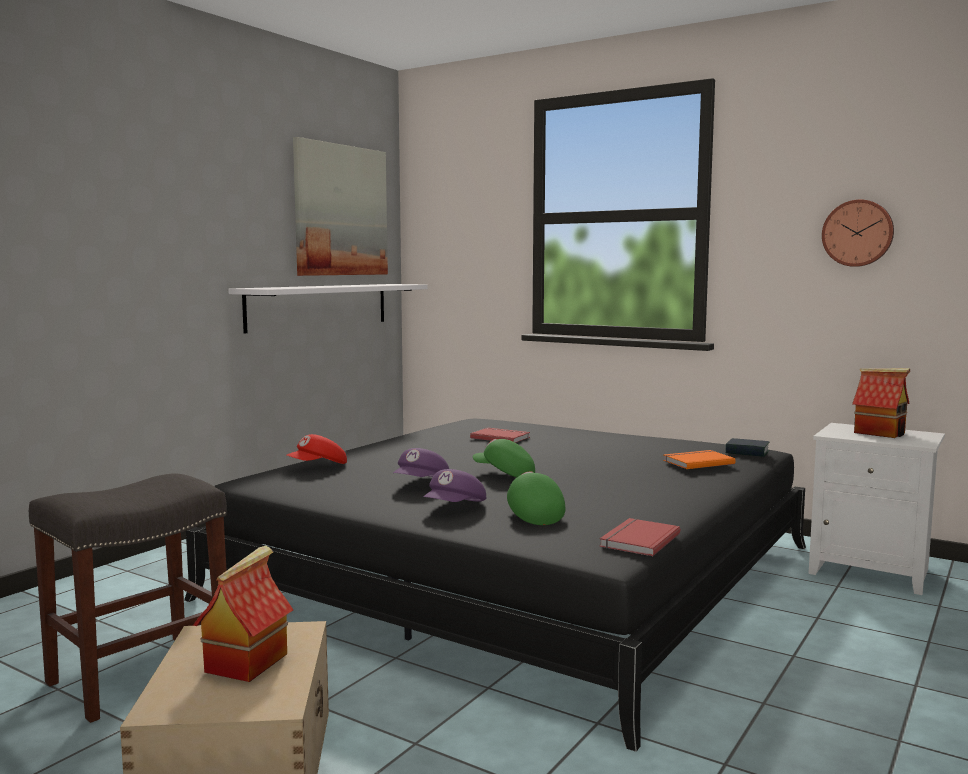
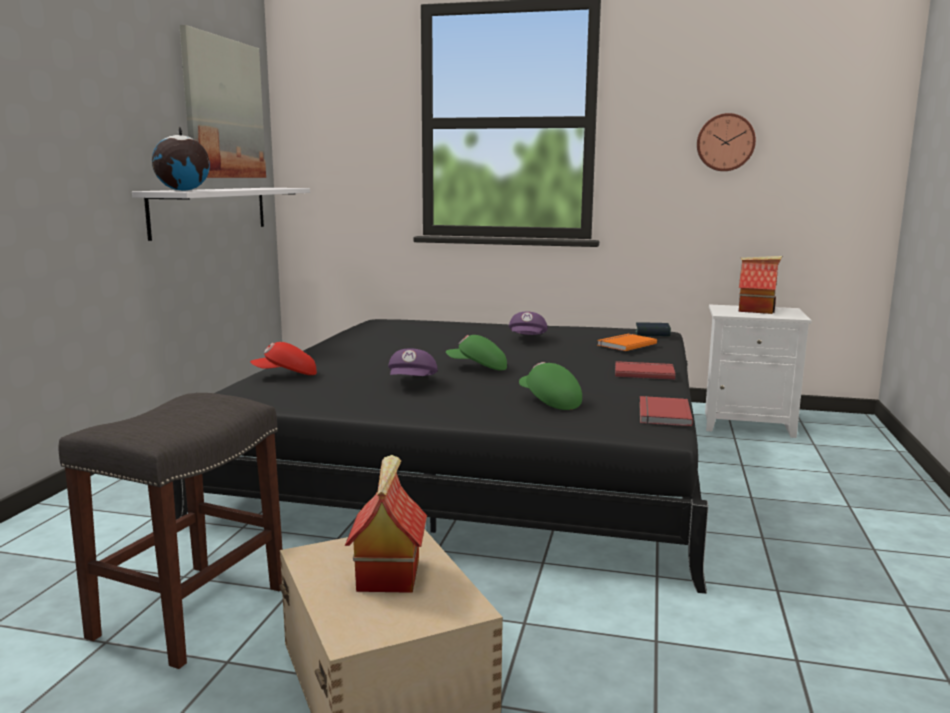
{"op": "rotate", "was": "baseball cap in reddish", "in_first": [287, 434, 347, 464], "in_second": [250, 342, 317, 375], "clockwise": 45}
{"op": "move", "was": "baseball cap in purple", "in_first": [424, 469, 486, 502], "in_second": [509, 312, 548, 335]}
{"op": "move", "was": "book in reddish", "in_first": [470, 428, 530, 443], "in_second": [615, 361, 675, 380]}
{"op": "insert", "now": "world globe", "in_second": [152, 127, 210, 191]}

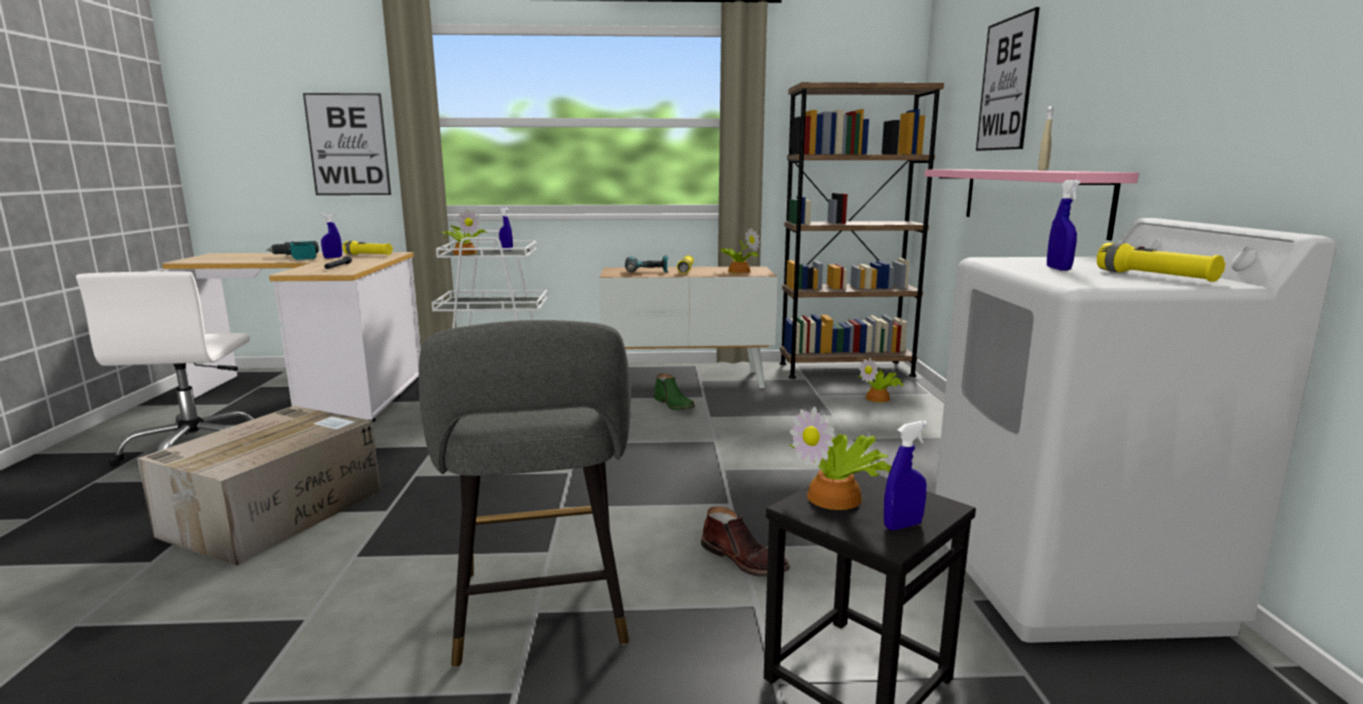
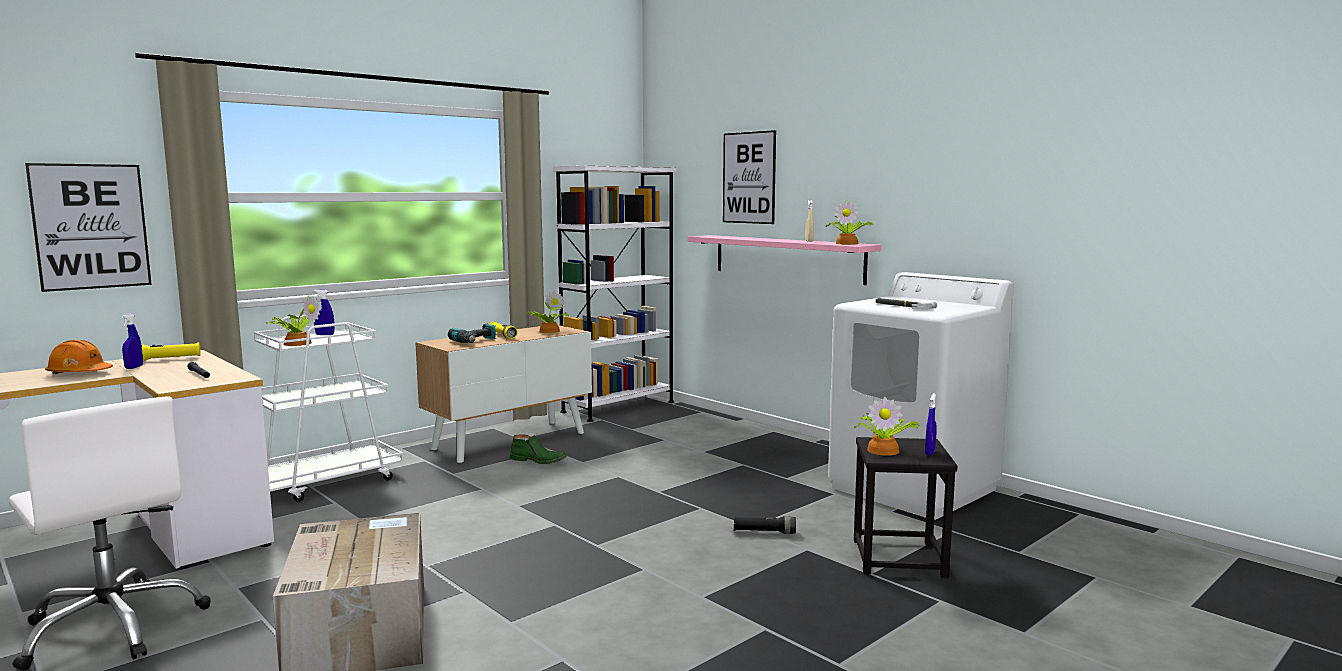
{"op": "replace", "was": "electric drill", "now": "work helmet in orange", "in_first": [266, 241, 319, 260], "in_second": [45, 340, 113, 374]}
{"op": "delete", "was": "sitting stool in gray", "in_first": [419, 320, 631, 668]}
{"op": "replace", "was": "high-top boot in brown", "now": "flashlight in black-coloured", "in_first": [701, 507, 790, 577], "in_second": [734, 516, 796, 534]}
{"op": "recolor", "was": "bookshelf in brown", "now": "bookshelf in white", "in_first": [780, 82, 944, 379], "in_second": [553, 166, 676, 422]}
{"op": "move", "was": "plant in a pot", "in_first": [858, 358, 904, 402], "in_second": [825, 200, 872, 245]}
{"op": "replace", "was": "sprayer in blue", "now": "tool hammer", "in_first": [1047, 180, 1080, 270], "in_second": [875, 298, 937, 310]}
{"op": "delete", "was": "flashlight in yellow", "in_first": [1097, 243, 1226, 282]}

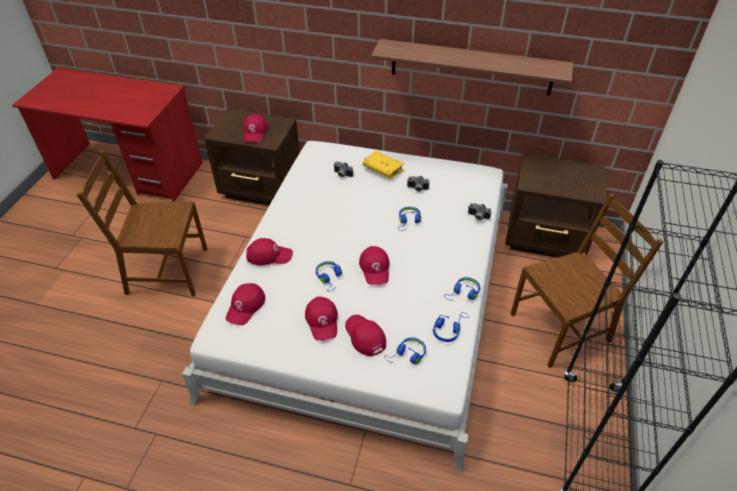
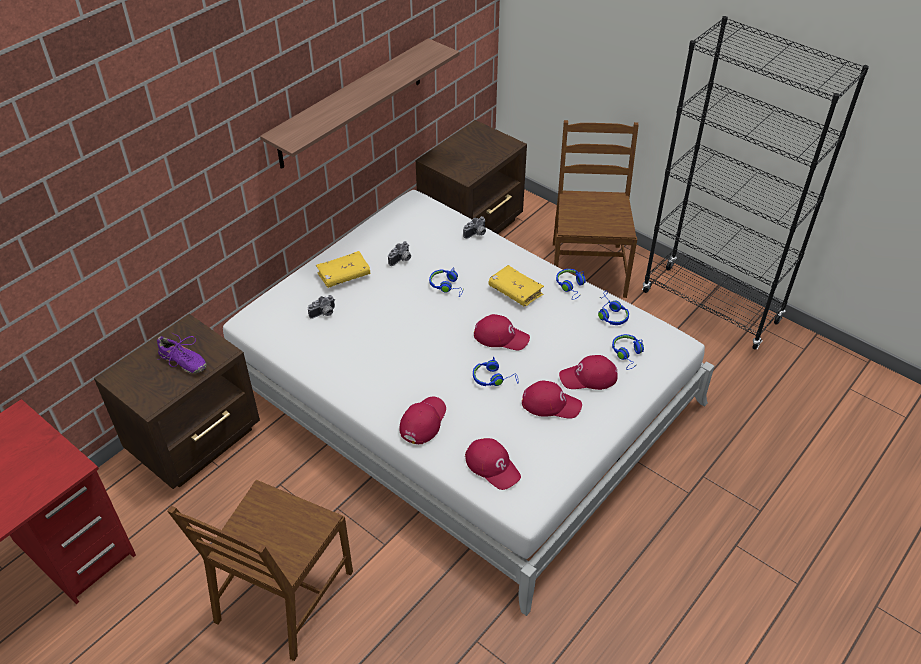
{"op": "replace", "was": "baseball cap in reddish", "now": "shoe in purple", "in_first": [243, 114, 268, 142], "in_second": [157, 332, 207, 373]}
{"op": "insert", "now": "book in yellow", "in_second": [488, 265, 544, 306]}

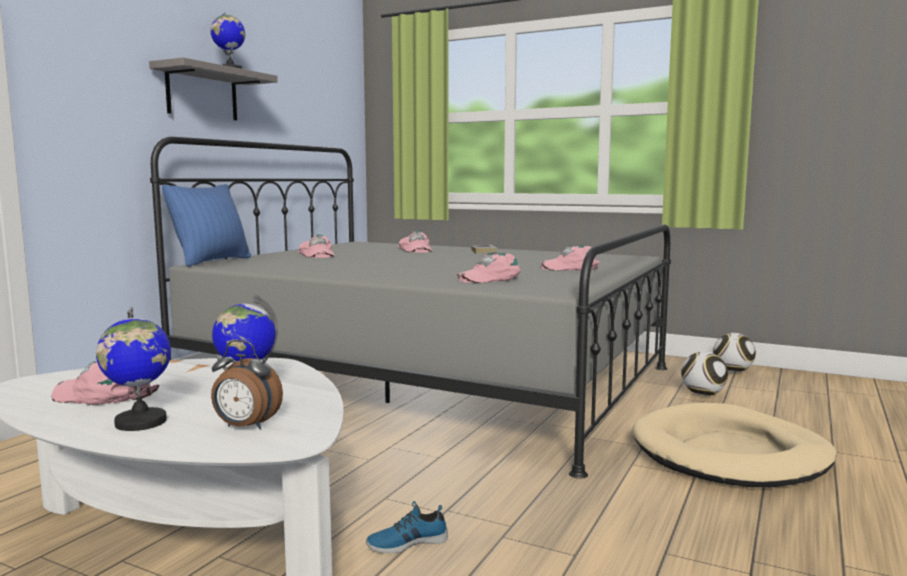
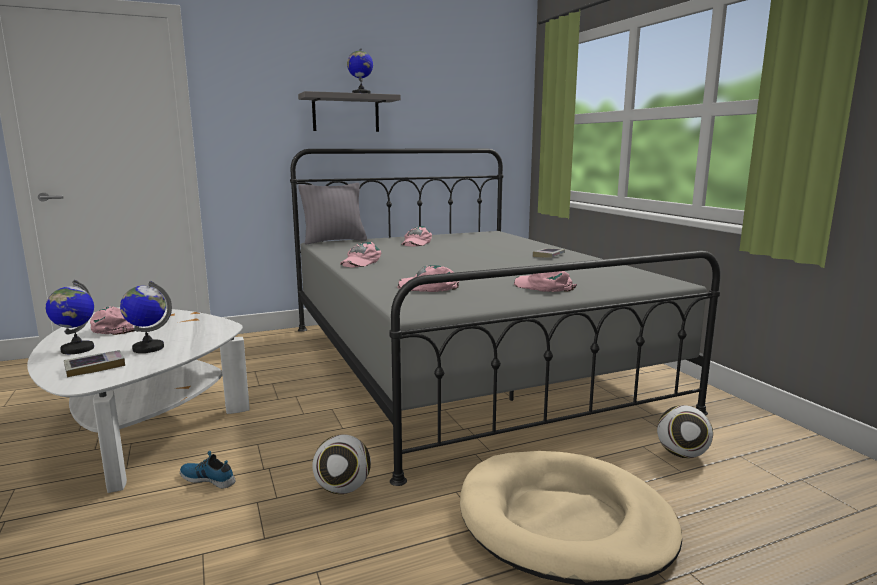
{"op": "recolor", "was": "pillow in blue", "now": "pillow in gray", "in_first": [162, 184, 251, 267], "in_second": [298, 183, 367, 244]}
{"op": "replace", "was": "table clock", "now": "book", "in_first": [211, 340, 283, 430], "in_second": [64, 350, 125, 377]}
{"op": "move", "was": "baseball cap in pink", "in_first": [398, 231, 432, 253], "in_second": [340, 242, 381, 267]}
{"op": "move", "was": "football", "in_first": [713, 333, 756, 372], "in_second": [313, 434, 371, 494]}

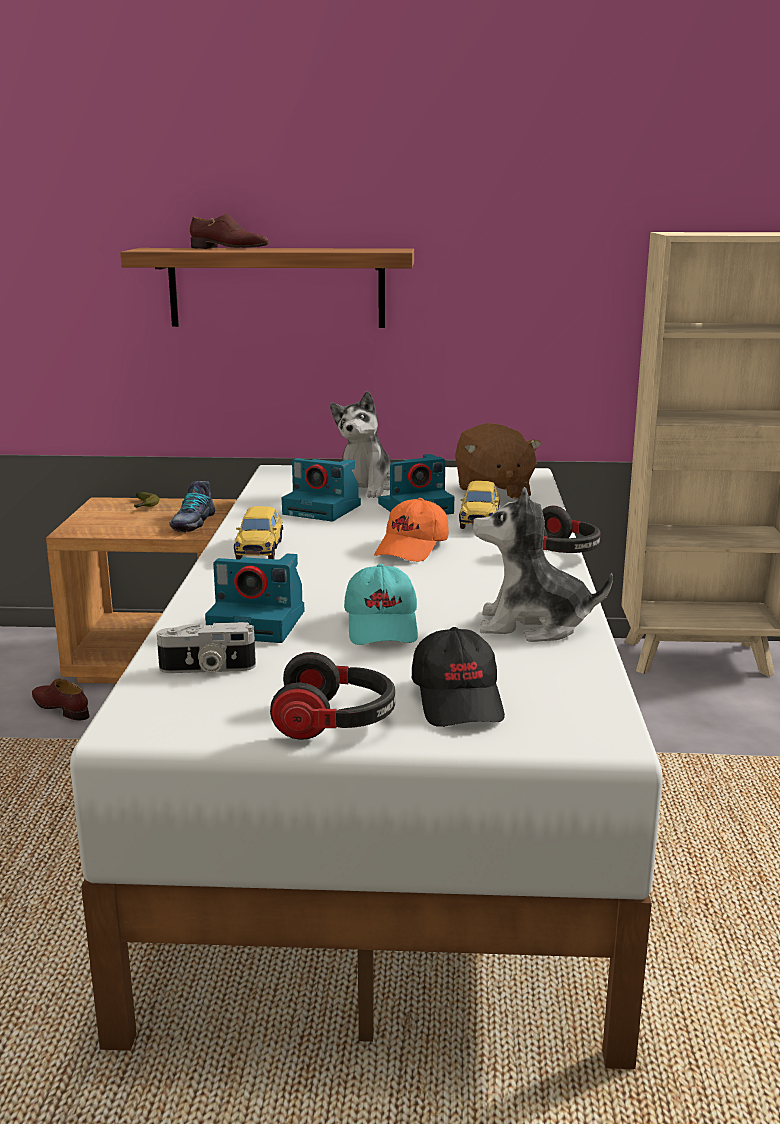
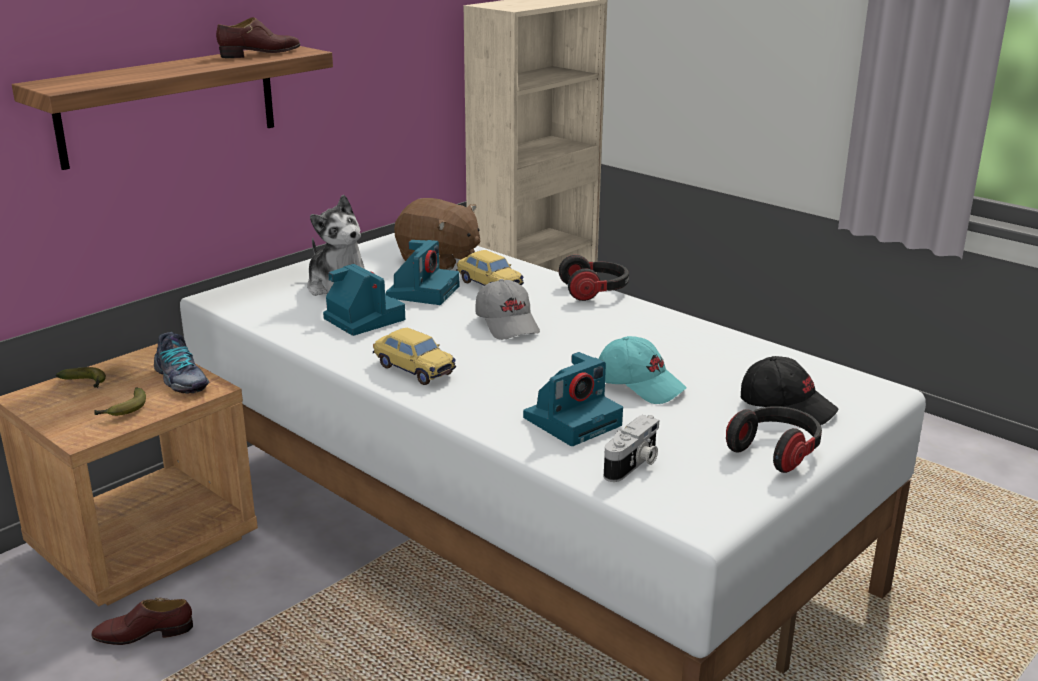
{"op": "move", "was": "shoe in brown", "in_first": [190, 213, 269, 249], "in_second": [216, 17, 300, 58]}
{"op": "rotate", "was": "photo camera", "in_first": [282, 458, 361, 521], "in_second": [323, 264, 405, 336], "clockwise": -105}
{"op": "recolor", "was": "baseball cap in orange", "now": "baseball cap in gray", "in_first": [374, 498, 449, 562], "in_second": [475, 279, 540, 340]}
{"op": "delete", "was": "plush toy", "in_first": [472, 487, 613, 642]}
{"op": "insert", "now": "banana", "in_second": [94, 388, 146, 416]}

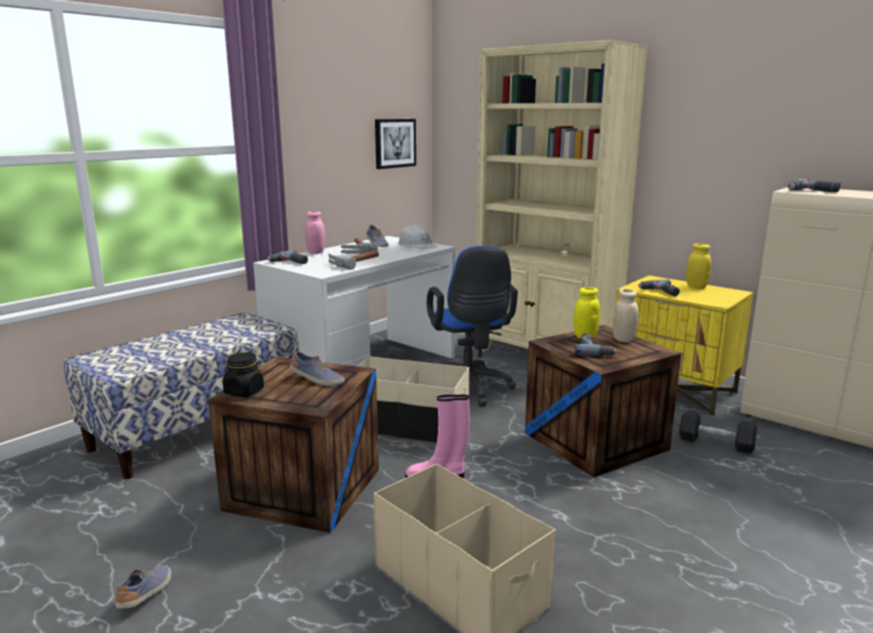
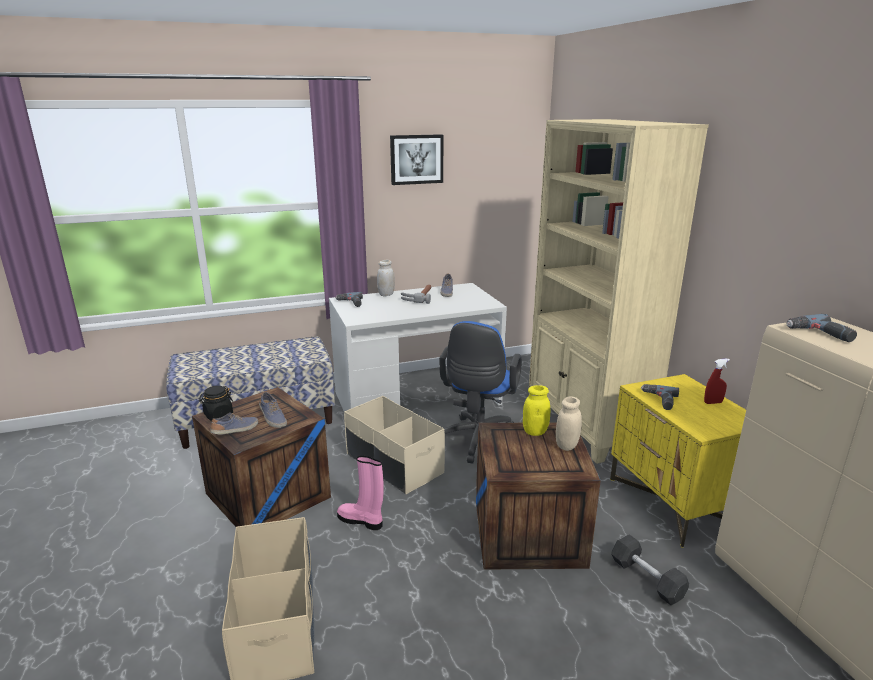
{"op": "move", "was": "shoe", "in_first": [115, 565, 172, 609], "in_second": [210, 413, 258, 434]}
{"op": "recolor", "was": "preserve jar in pink", "now": "preserve jar in white", "in_first": [306, 211, 325, 254], "in_second": [377, 260, 395, 297]}
{"op": "delete", "was": "tool hammer", "in_first": [328, 250, 379, 270]}
{"op": "move", "was": "wall art", "in_first": [375, 119, 416, 169], "in_second": [390, 134, 443, 185]}
{"op": "delete", "was": "work helmet in white", "in_first": [398, 224, 437, 249]}
{"op": "delete", "was": "electric drill", "in_first": [575, 333, 617, 356]}
{"op": "replace", "was": "preserve jar in yellow", "now": "sprayer in reddish", "in_first": [686, 243, 711, 289], "in_second": [704, 358, 730, 404]}

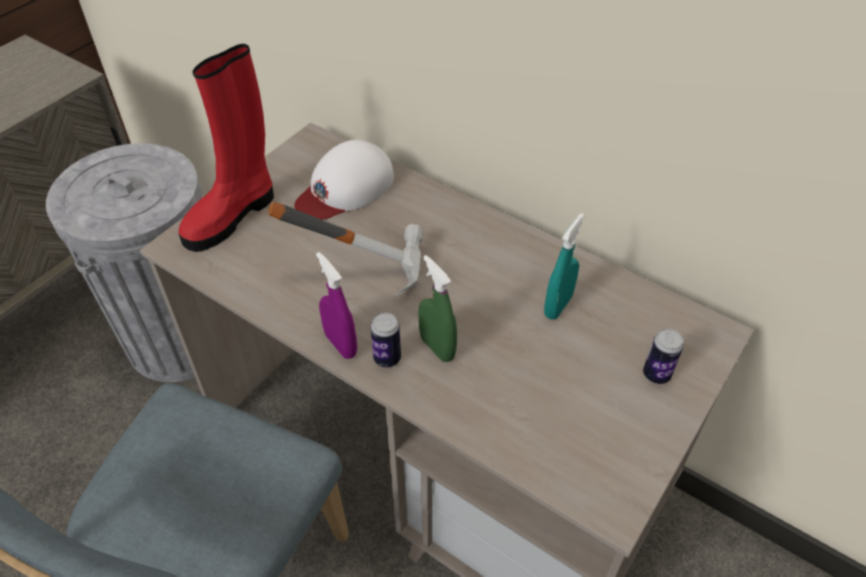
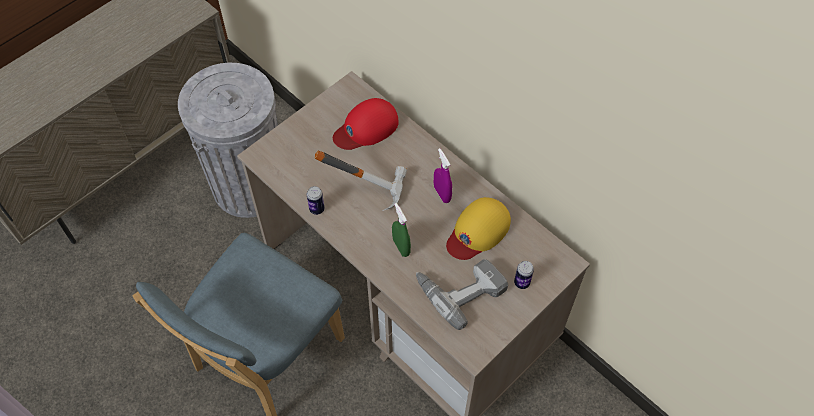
{"op": "delete", "was": "high-top boot in reddish", "in_first": [178, 44, 274, 252]}
{"op": "recolor", "was": "baseball cap in white", "now": "baseball cap in reddish", "in_first": [294, 140, 394, 220], "in_second": [333, 98, 399, 150]}
{"op": "move", "was": "sprayer in purple", "in_first": [316, 252, 357, 359], "in_second": [434, 148, 452, 203]}
{"op": "move", "was": "sealed can", "in_first": [370, 312, 401, 367], "in_second": [307, 186, 325, 215]}
{"op": "replace", "was": "sprayer in blue-green", "now": "baseball cap in yellow", "in_first": [544, 213, 584, 320], "in_second": [446, 197, 511, 260]}
{"op": "insert", "now": "electric drill", "in_second": [416, 259, 508, 330]}

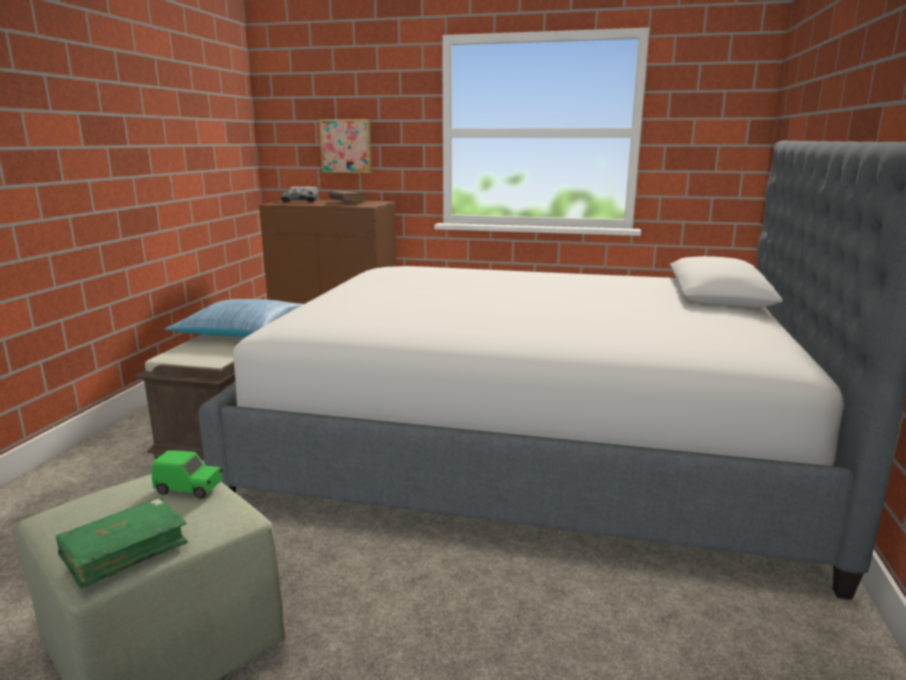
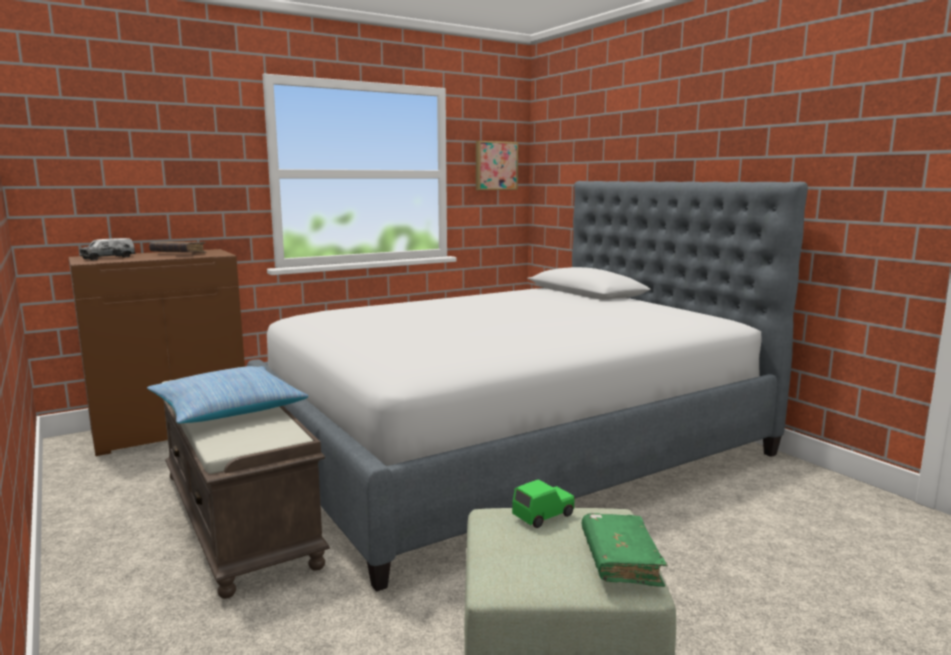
{"op": "move", "was": "wall art", "in_first": [319, 119, 372, 174], "in_second": [476, 141, 518, 190]}

